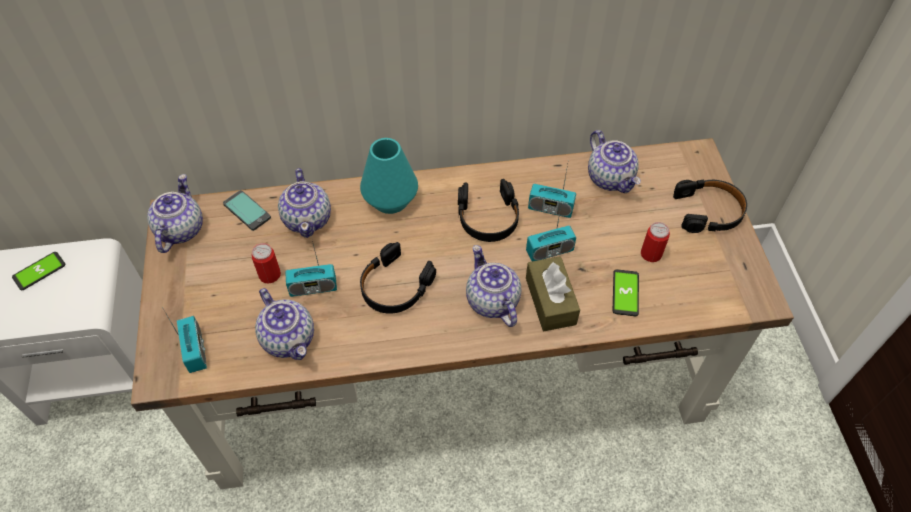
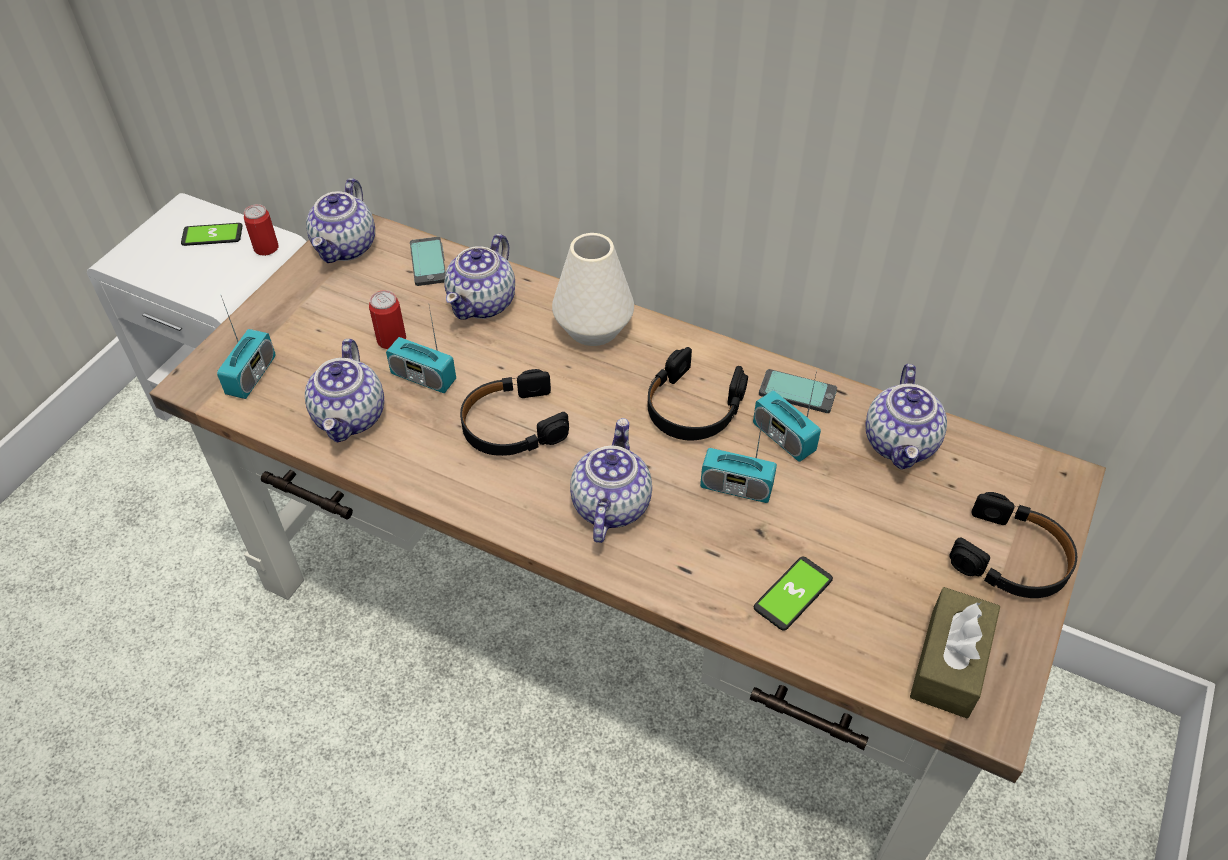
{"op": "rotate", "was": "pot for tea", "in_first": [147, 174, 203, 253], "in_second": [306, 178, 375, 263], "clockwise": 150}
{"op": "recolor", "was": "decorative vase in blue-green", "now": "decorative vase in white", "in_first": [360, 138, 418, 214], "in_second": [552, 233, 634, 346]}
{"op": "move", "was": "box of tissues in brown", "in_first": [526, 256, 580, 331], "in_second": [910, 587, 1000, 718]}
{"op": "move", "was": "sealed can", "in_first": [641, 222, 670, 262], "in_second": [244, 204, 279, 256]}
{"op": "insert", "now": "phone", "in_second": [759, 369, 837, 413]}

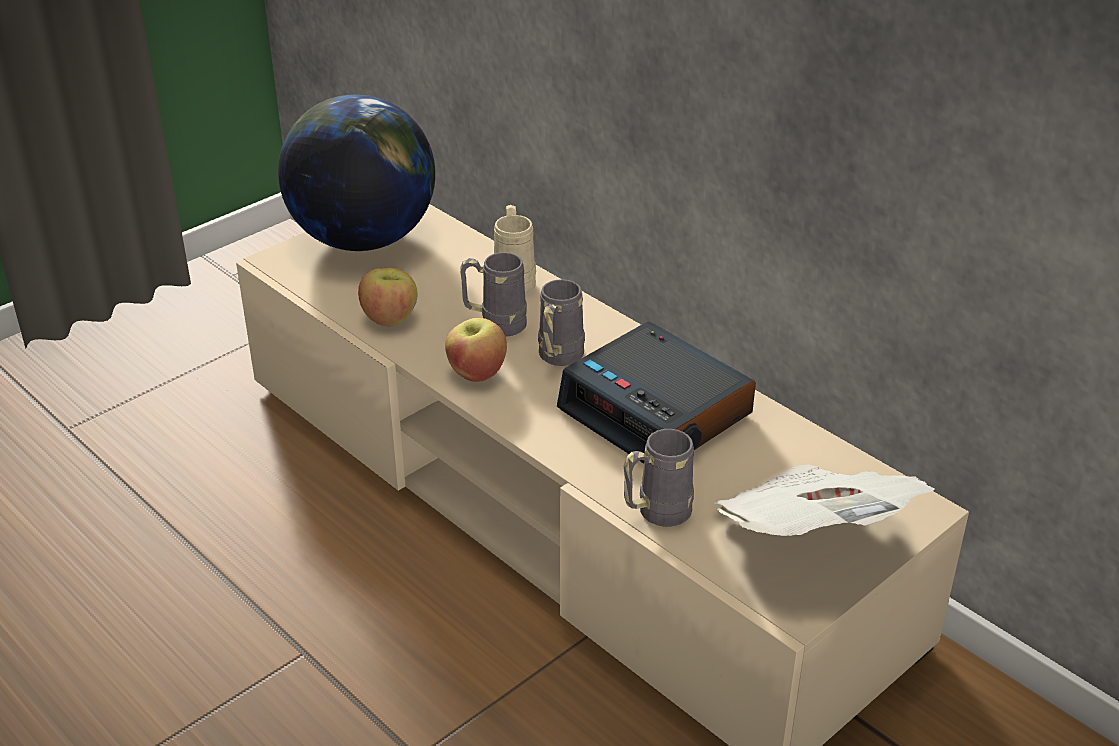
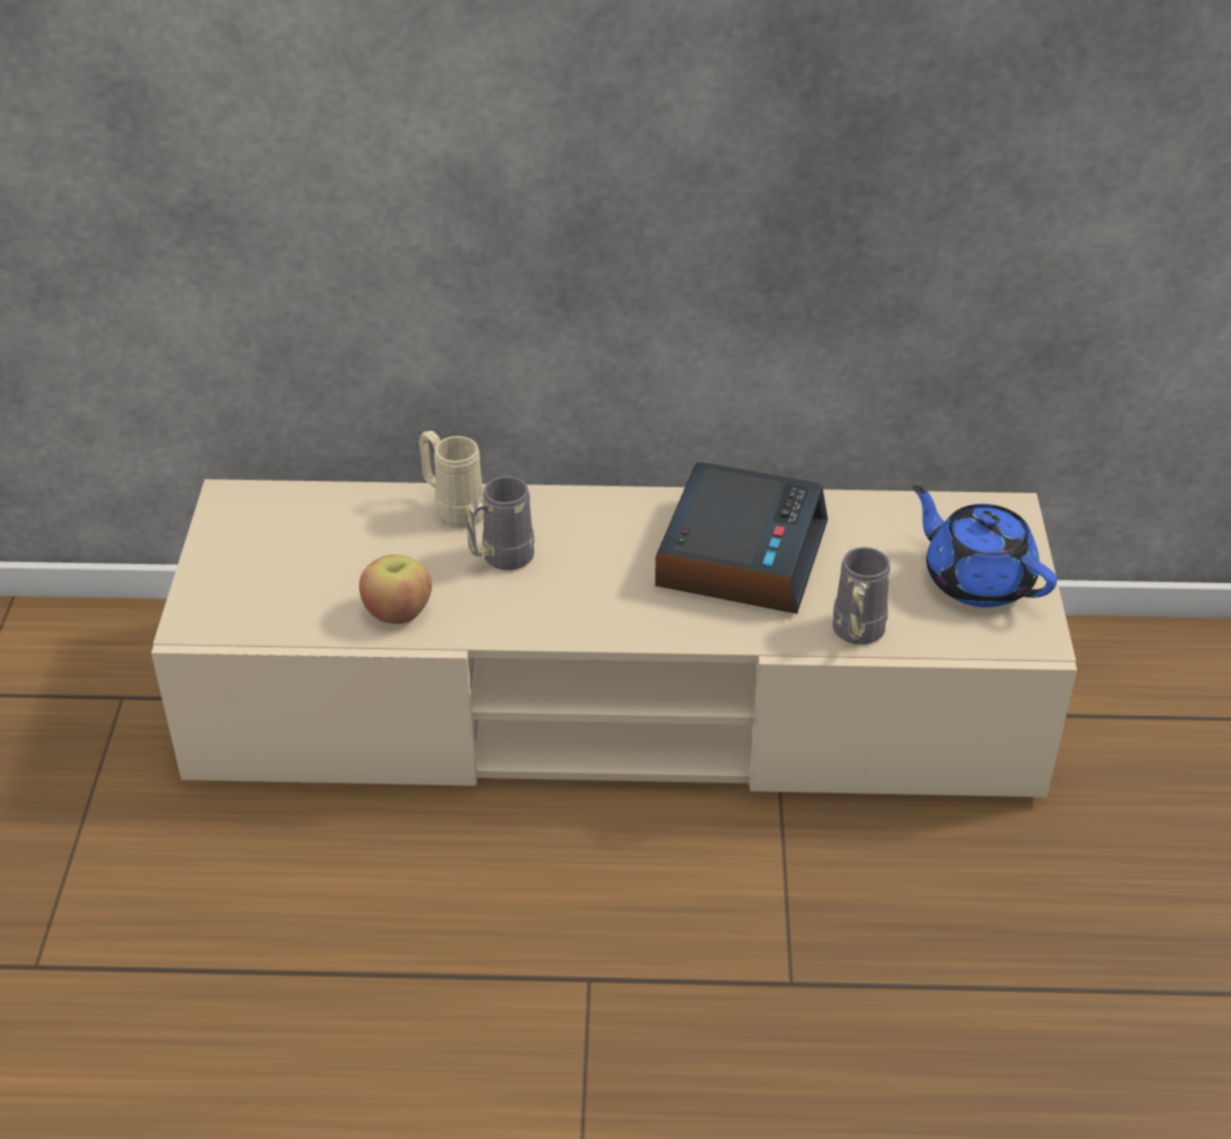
{"op": "delete", "was": "world globe", "in_first": [278, 94, 435, 251]}
{"op": "delete", "was": "apple", "in_first": [445, 318, 507, 382]}
{"op": "delete", "was": "tea mug in gray", "in_first": [538, 279, 585, 366]}
{"op": "rotate", "was": "table clock", "in_first": [557, 321, 756, 464], "in_second": [655, 462, 828, 614], "clockwise": -75}
{"op": "replace", "was": "daily paper", "now": "pot for tea in blue", "in_first": [713, 464, 935, 536], "in_second": [913, 485, 1057, 607]}

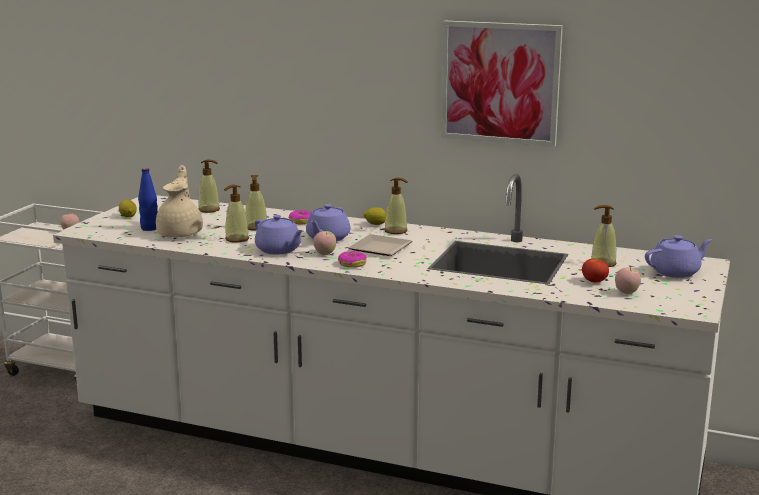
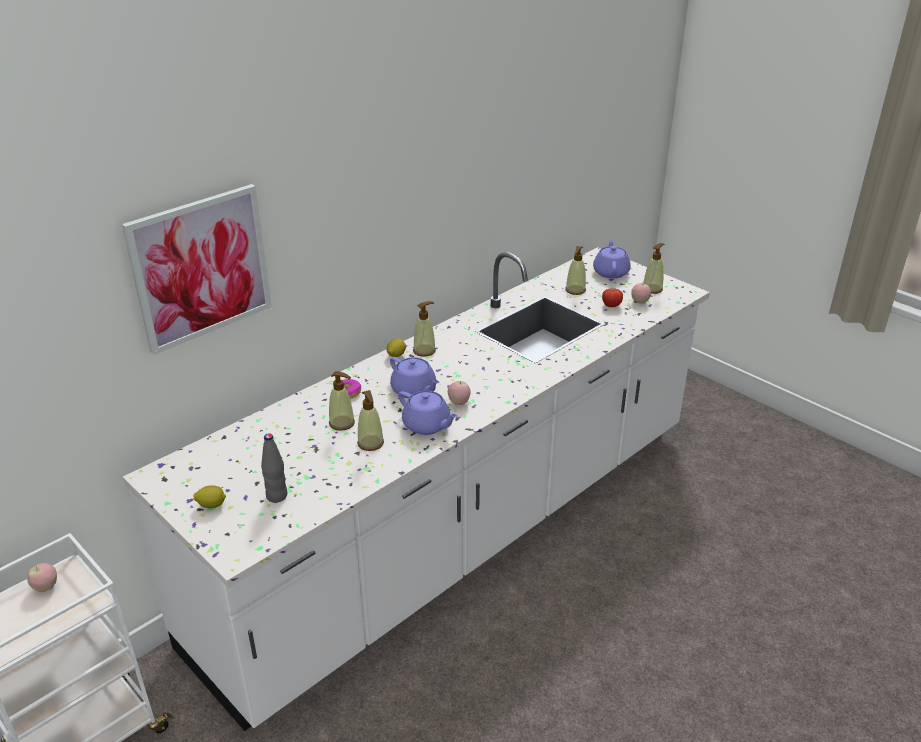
{"op": "recolor", "was": "beverage bottle in blue", "now": "beverage bottle in gray", "in_first": [138, 168, 158, 231], "in_second": [261, 433, 287, 503]}
{"op": "delete", "was": "pot for tea in beige", "in_first": [156, 165, 203, 238]}
{"op": "move", "was": "soap dispenser", "in_first": [198, 159, 220, 213], "in_second": [643, 243, 665, 294]}
{"op": "rotate", "was": "pot for tea in purple", "in_first": [255, 215, 304, 254], "in_second": [398, 391, 458, 435], "clockwise": 60}
{"op": "delete", "was": "doughnut", "in_first": [338, 251, 367, 268]}
{"op": "delete", "was": "plate", "in_first": [348, 234, 412, 256]}
{"op": "move", "was": "wall art", "in_first": [441, 21, 563, 147], "in_second": [122, 184, 272, 355]}

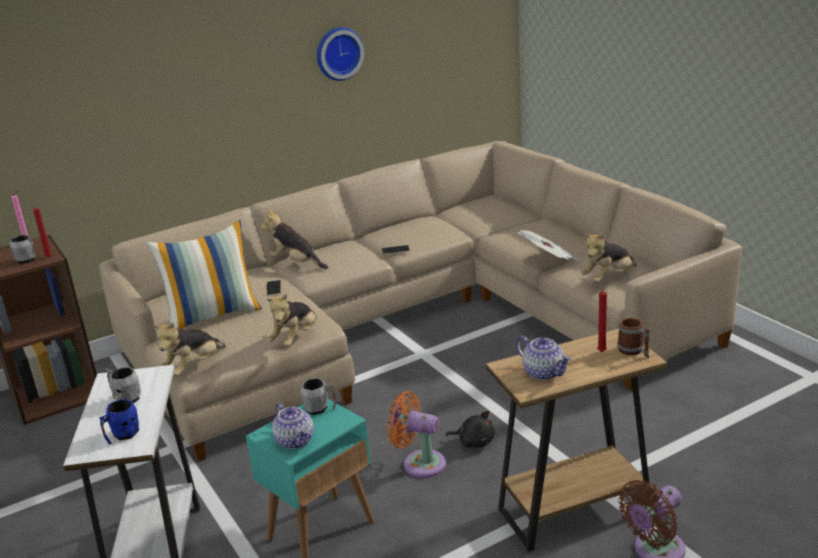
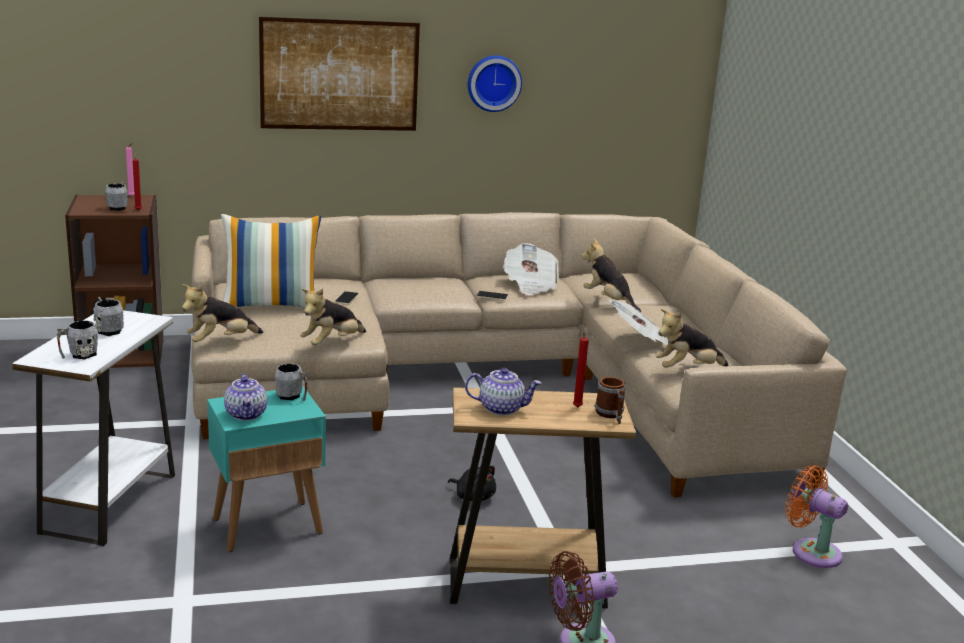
{"op": "recolor", "was": "tea mug in blue", "now": "tea mug in gray", "in_first": [99, 399, 139, 444], "in_second": [57, 320, 98, 359]}
{"op": "move", "was": "plush toy", "in_first": [260, 209, 328, 269], "in_second": [581, 239, 641, 312]}
{"op": "move", "was": "fan in orange", "in_first": [387, 391, 446, 478], "in_second": [785, 465, 848, 568]}
{"op": "rotate", "was": "pot for tea", "in_first": [516, 336, 572, 380], "in_second": [465, 368, 541, 415], "clockwise": -60}
{"op": "insert", "now": "wall art", "in_second": [259, 17, 420, 131]}
{"op": "insert", "now": "daily paper", "in_second": [503, 243, 559, 295]}

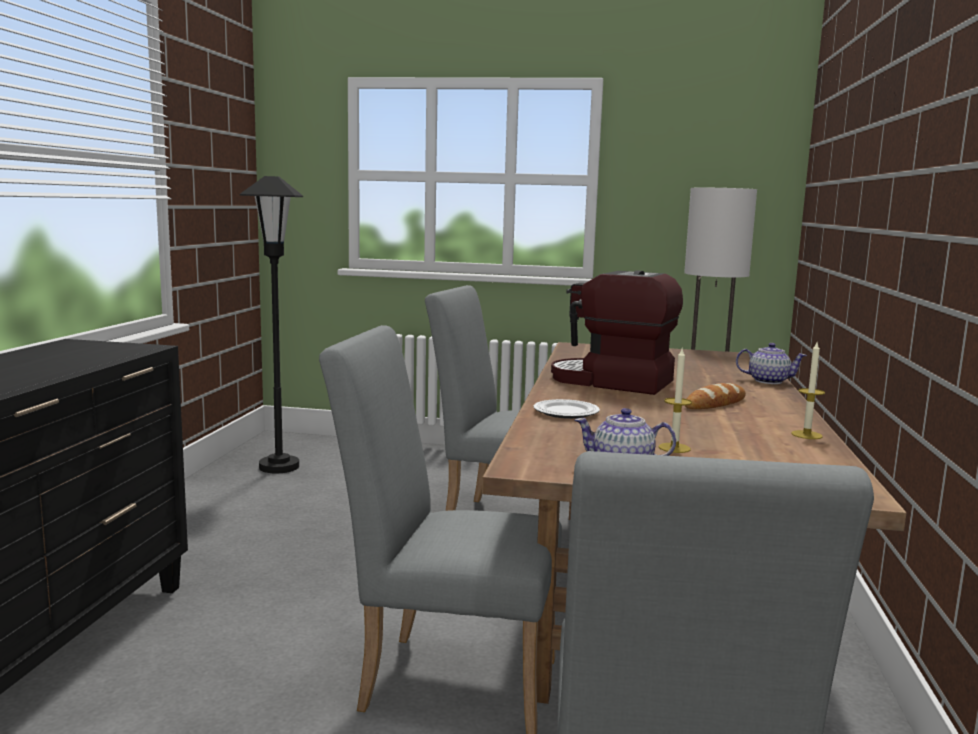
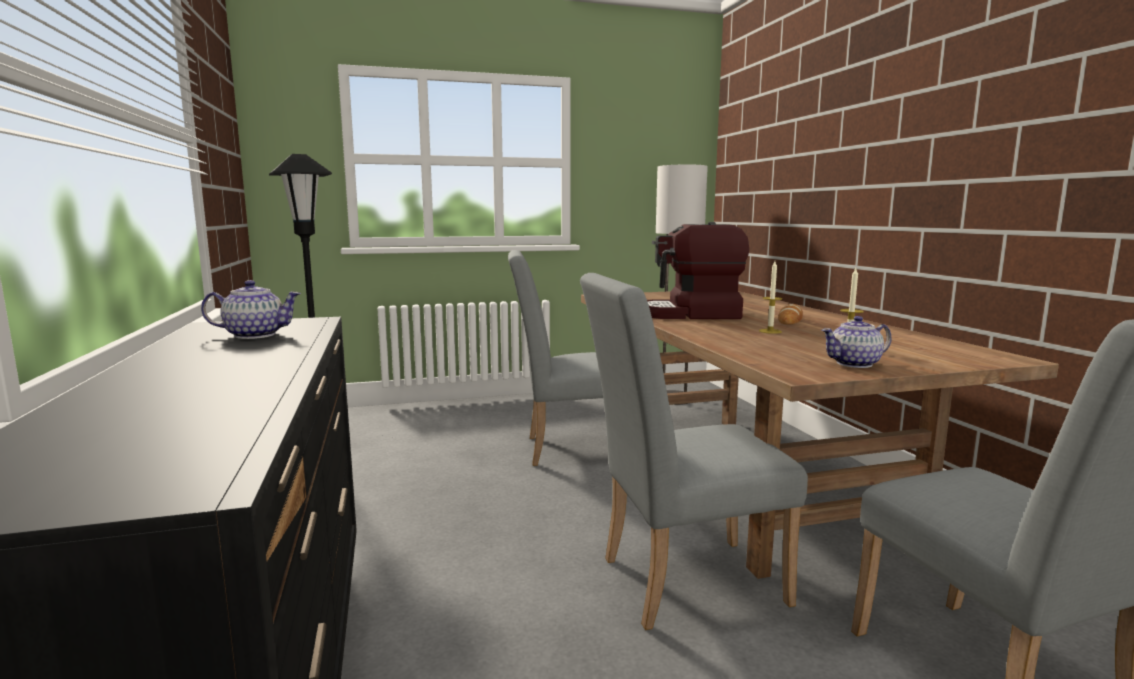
{"op": "delete", "was": "plate", "in_first": [533, 399, 600, 419]}
{"op": "move", "was": "pot for tea", "in_first": [736, 343, 807, 384], "in_second": [201, 280, 301, 339]}
{"op": "move", "was": "wax candle", "in_first": [791, 342, 825, 439], "in_second": [759, 261, 782, 334]}

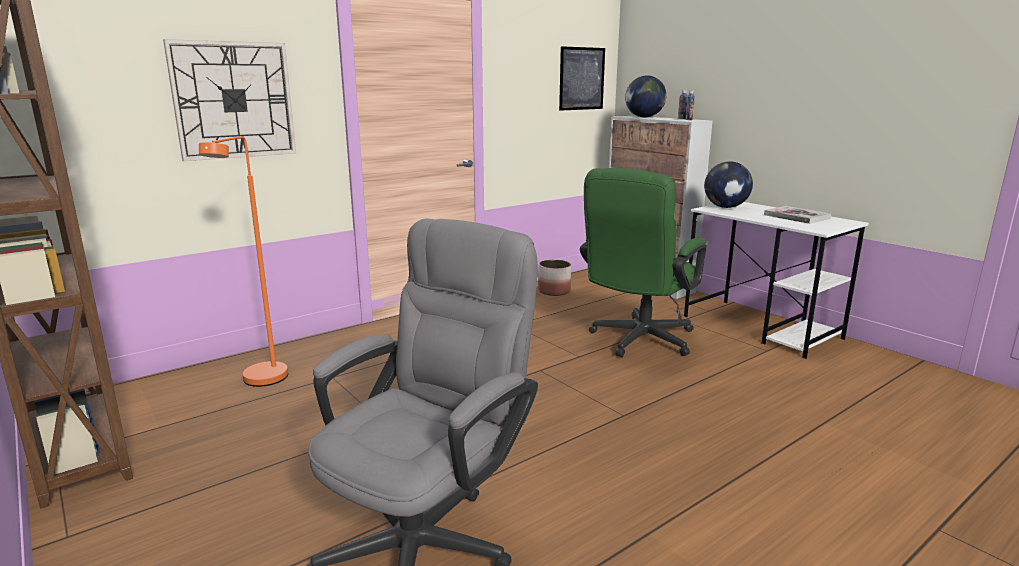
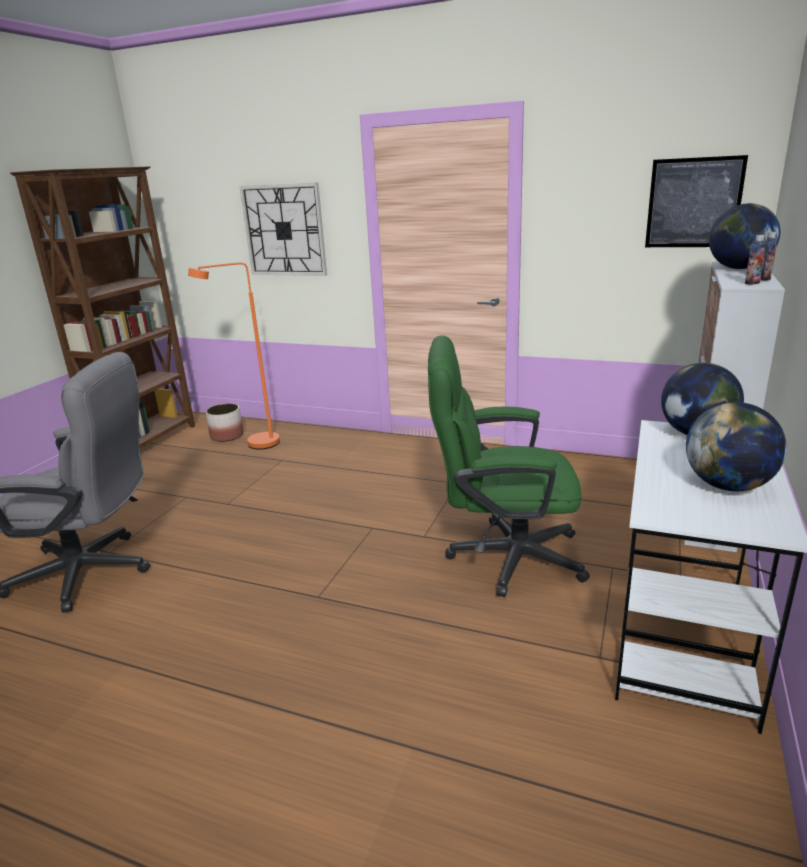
{"op": "move", "was": "plant pot", "in_first": [538, 260, 571, 296], "in_second": [206, 403, 243, 442]}
{"op": "replace", "was": "book", "now": "world globe", "in_first": [764, 206, 831, 224], "in_second": [686, 402, 787, 491]}

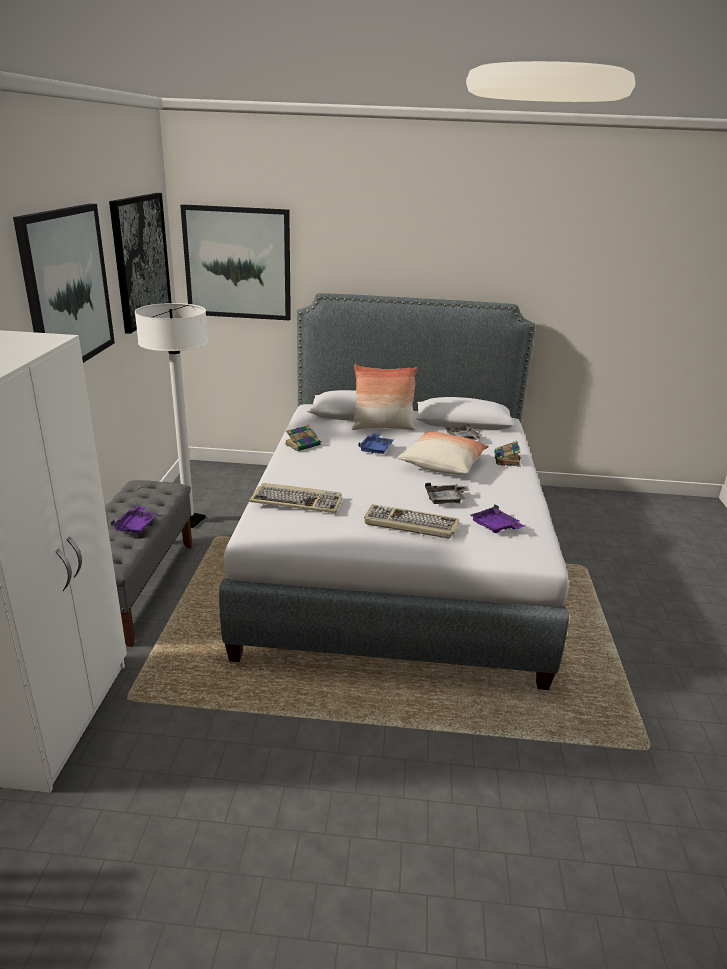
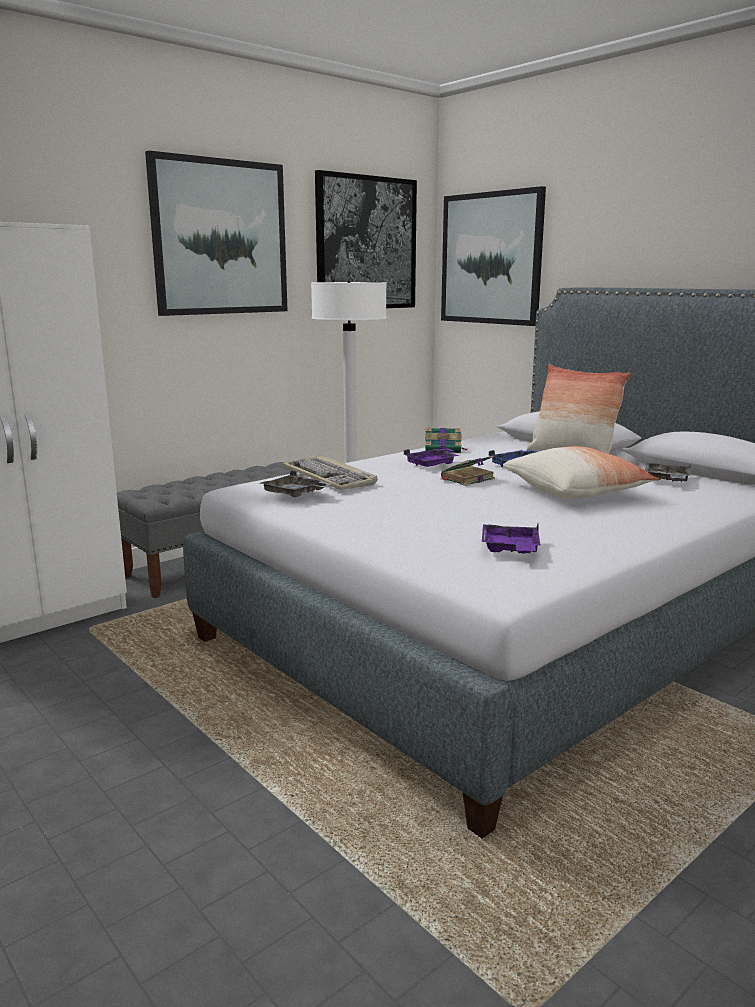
{"op": "move", "was": "tray in purple", "in_first": [111, 506, 158, 533], "in_second": [404, 448, 460, 467]}
{"op": "delete", "was": "keyboard", "in_first": [364, 504, 459, 538]}
{"op": "move", "was": "tray in gray", "in_first": [425, 483, 470, 504], "in_second": [260, 471, 331, 497]}
{"op": "move", "was": "book", "in_first": [494, 441, 521, 467], "in_second": [441, 456, 495, 486]}

